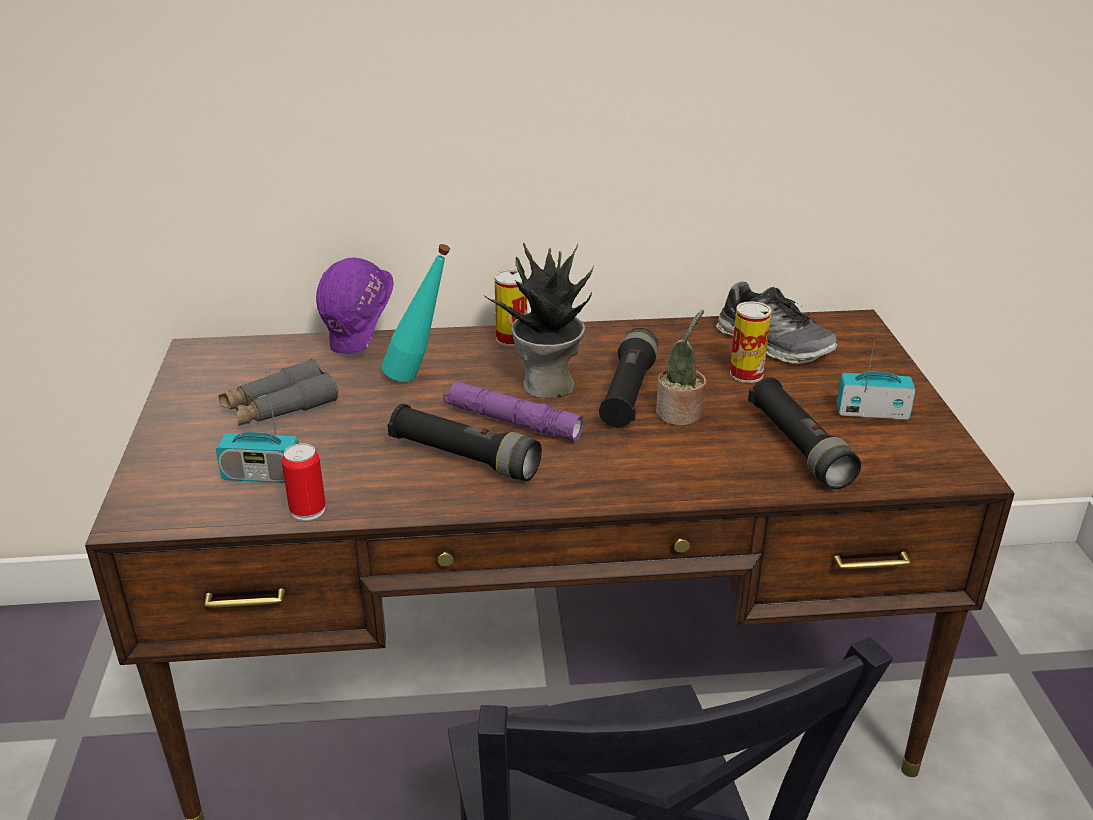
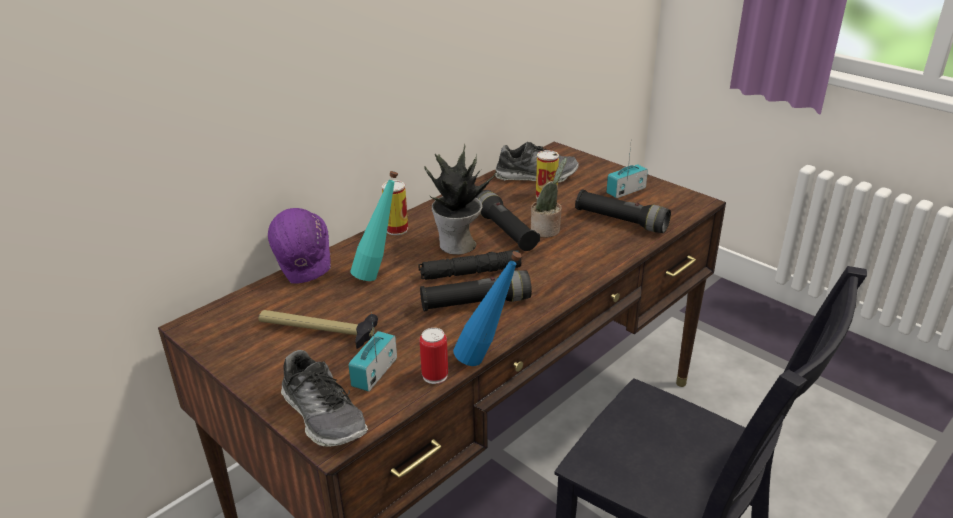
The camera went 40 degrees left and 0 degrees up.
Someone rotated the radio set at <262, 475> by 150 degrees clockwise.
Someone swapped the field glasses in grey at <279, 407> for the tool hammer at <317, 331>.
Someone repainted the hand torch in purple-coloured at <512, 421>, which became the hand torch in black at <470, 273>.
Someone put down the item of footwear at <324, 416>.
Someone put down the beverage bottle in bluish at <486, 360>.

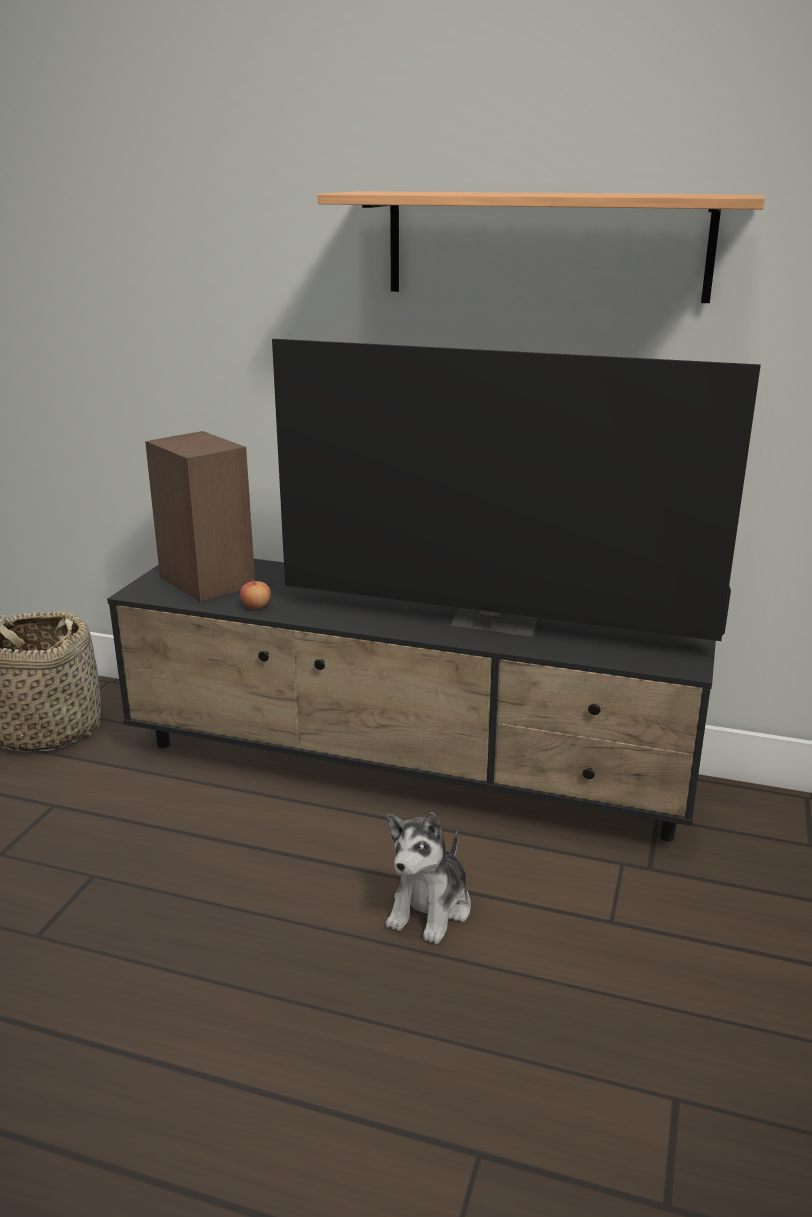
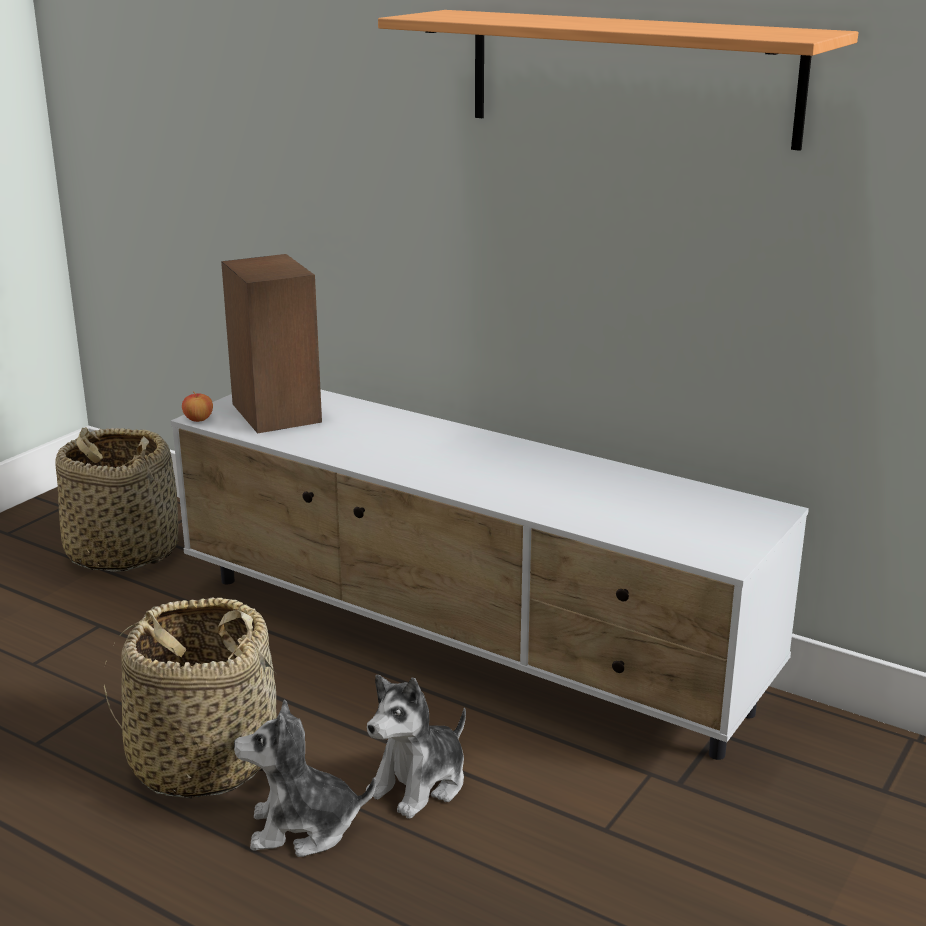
The camera went 15 degrees right and 0 degrees up.
Someone repainted the tv unit in black at <409, 772>, which became the tv unit in white-coloured at <466, 644>.
Someone carried the whole apple from <256, 606> to <198, 419>.
Someone took away the TV set at <498, 620>.
Someone put down the basket at <203, 760>.
Someone put down the soft toy at <303, 828>.

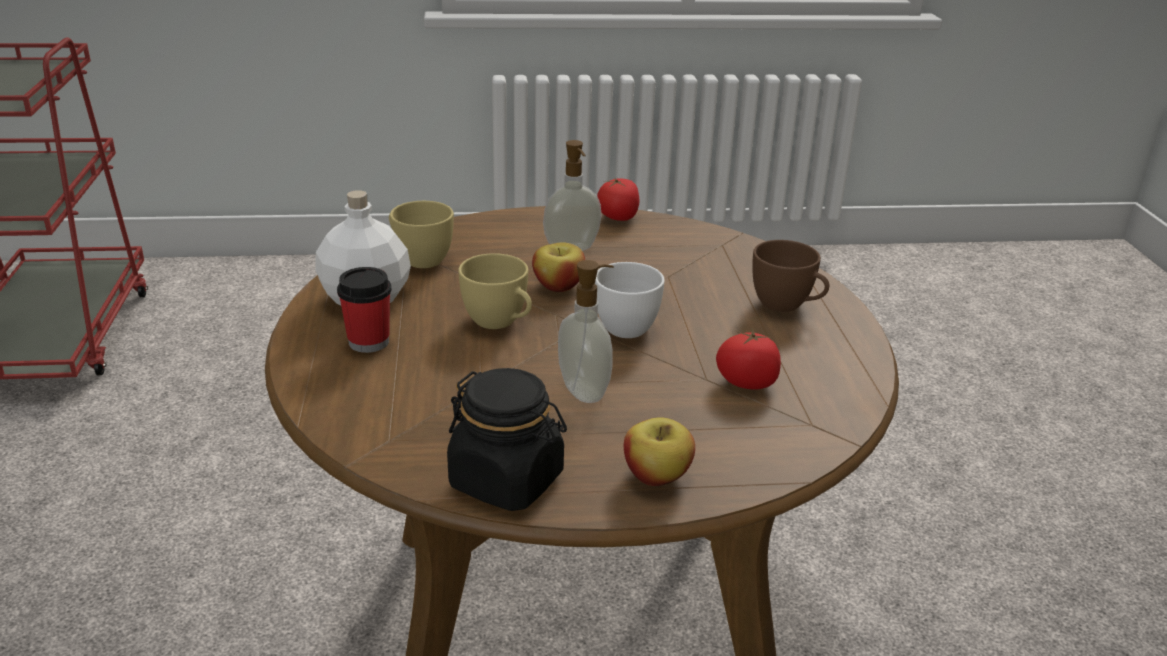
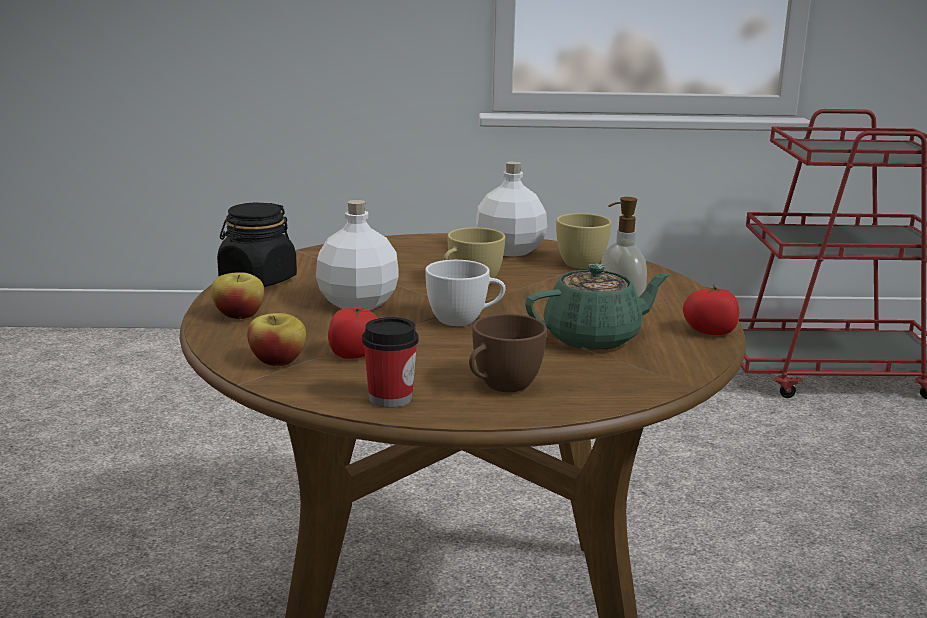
The camera went 95 degrees right and 10 degrees down.
Someone carried the cup from <369, 342> to <390, 398>.
Someone carried the whole apple from <558, 286> to <277, 361>.
Someone swapped the soap dispenser at <585, 391> for the beverage bottle in white-coloured at <359, 302>.
Someone put down the teapot in green-coloured at <594, 338>.

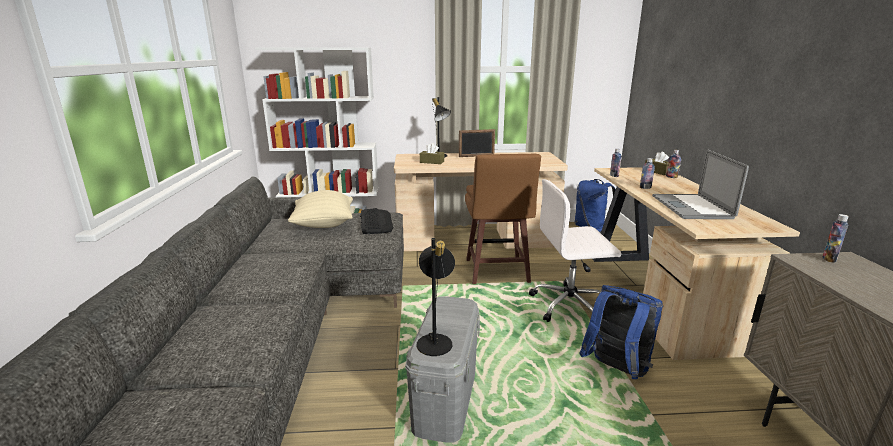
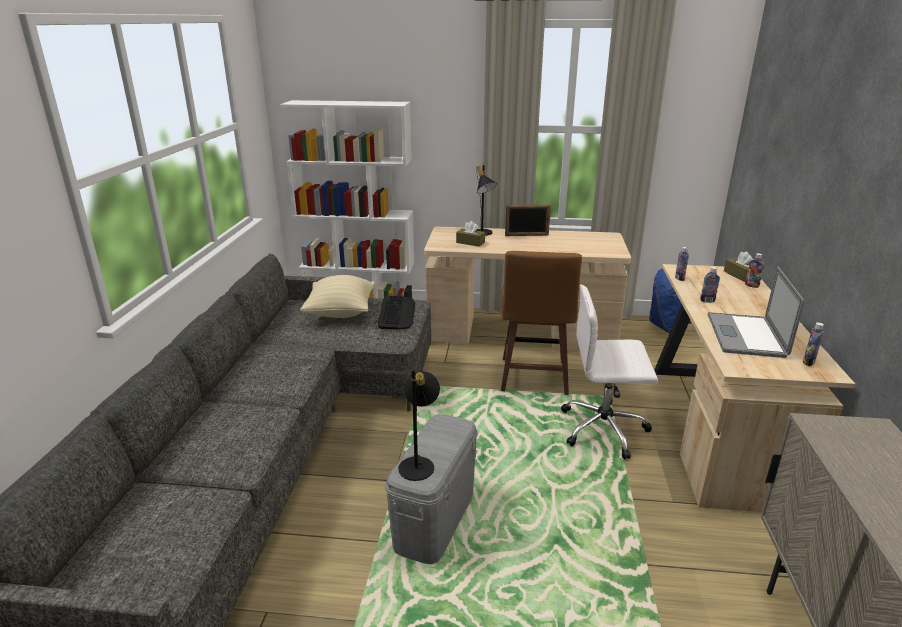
The camera went 10 degrees right and 5 degrees up.
Someone took away the backpack in bluish at <616, 370>.
Someone carried the beverage bottle from <829, 259> to <808, 362>.

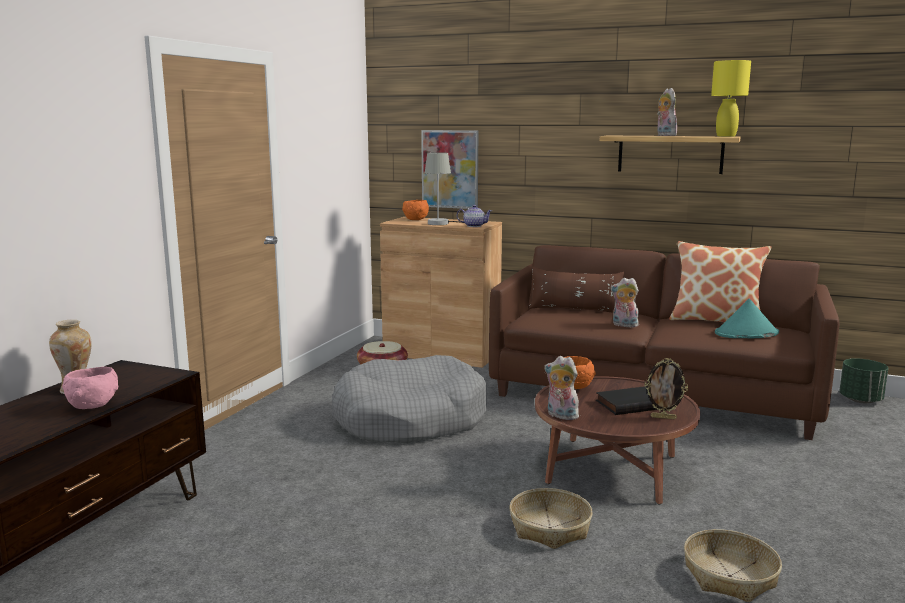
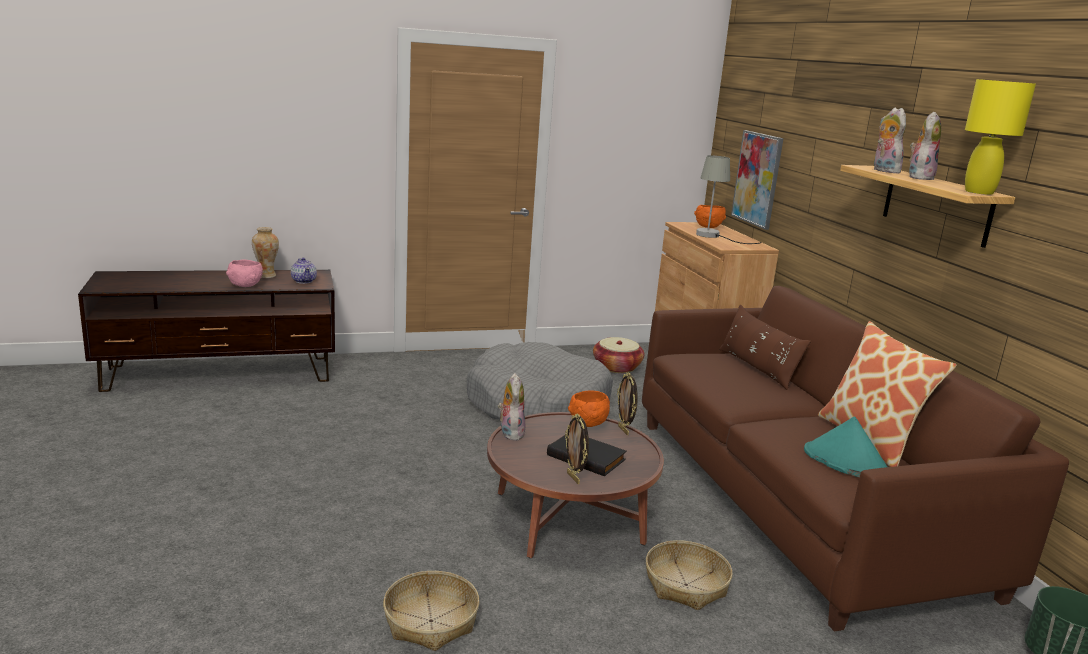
The camera went 50 degrees right and 5 degrees up.
Someone carried the teapot from <474, 226> to <304, 281>.
Someone carried the basket from <549, 528> to <685, 584>.
Someone carried the soft toy from <624, 325> to <883, 171>.
Someone put down the picture frame at <624, 430>.

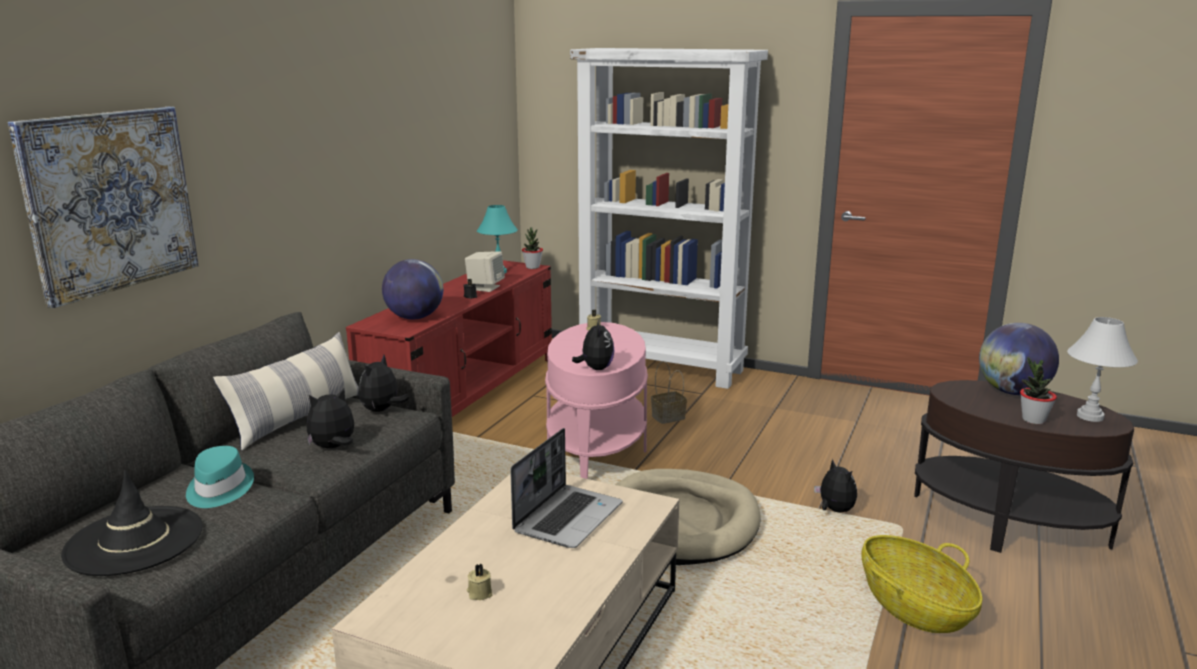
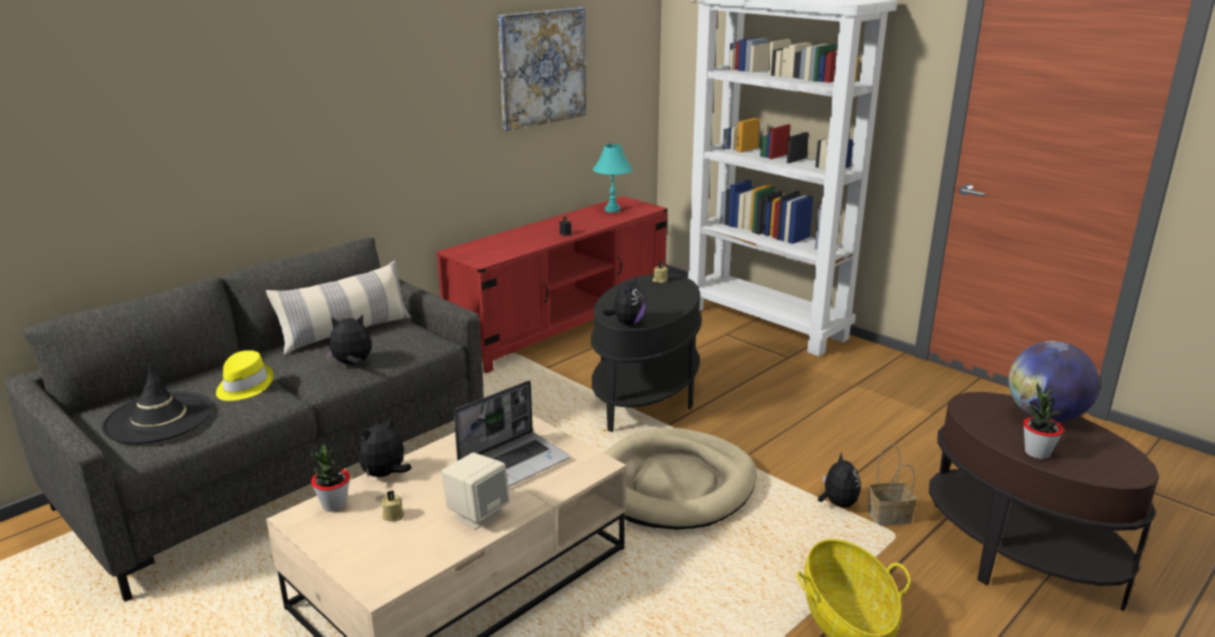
The camera went 20 degrees right and 5 degrees up.
Someone carried the picture from <110, 201> to <542, 67>.
Someone repainted the wearable hat in turquoise at <218, 489>, which became the wearable hat in yellowish at <244, 386>.
Someone carried the soft toy from <382, 410> to <385, 475>.
Someone took away the desk globe at <414, 317>.
Someone carried the audio speaker in beige from <485, 287> to <477, 514>.
Someone carried the potted plant from <532, 267> to <334, 505>.
Someone repainted the side table in pinkish at <596, 449>, which became the side table in black at <645, 397>.
Someone carried the basket from <669, 417> to <890, 515>.
Someone took away the table lamp in white-coloured at <1090, 416>.

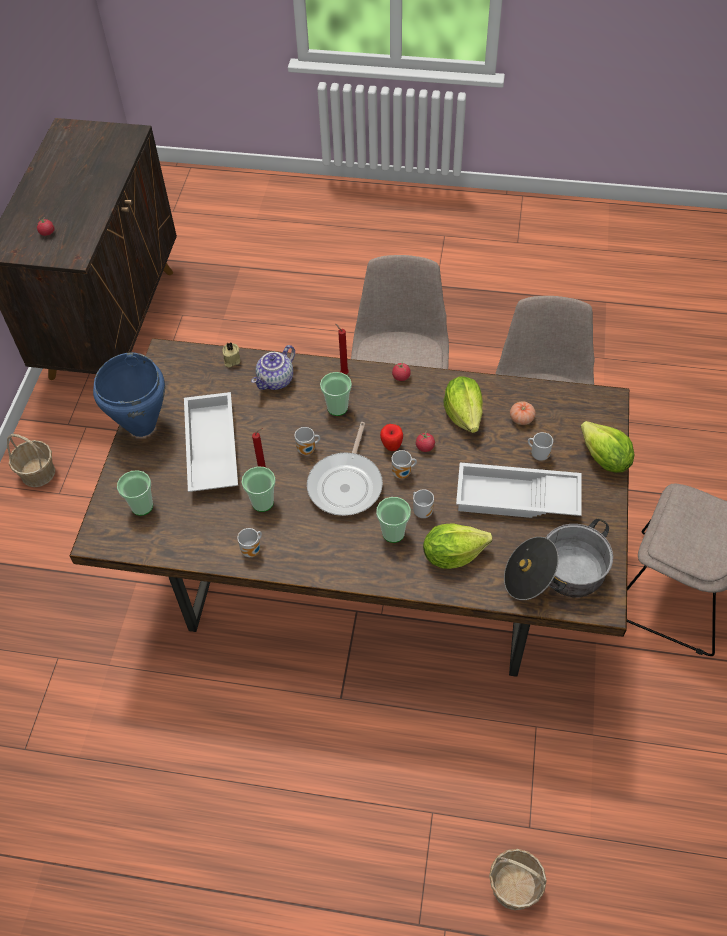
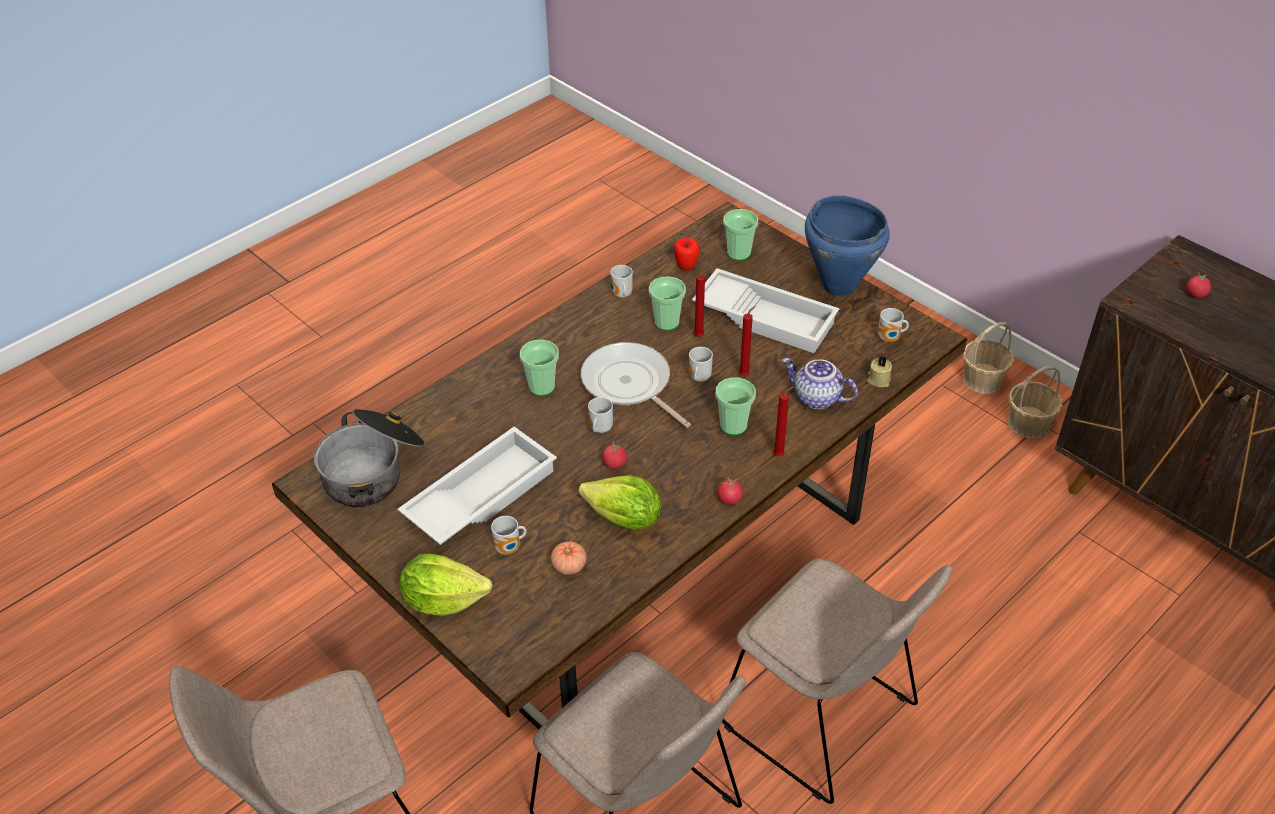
The camera went 125 degrees right and 10 degrees down.
Someone rotated the teapot at <276, 381> by 45 degrees counterclockwise.
Someone carried the whole apple from <391, 447> to <686, 266>.
Someone carried the mug from <422, 511> to <890, 339>.
Someone took away the lettuce head at <452, 555>.
Someone carried the basket from <514, 885> to <1029, 423>.
Someone put down the wax candle in reddish at <745, 375>.

